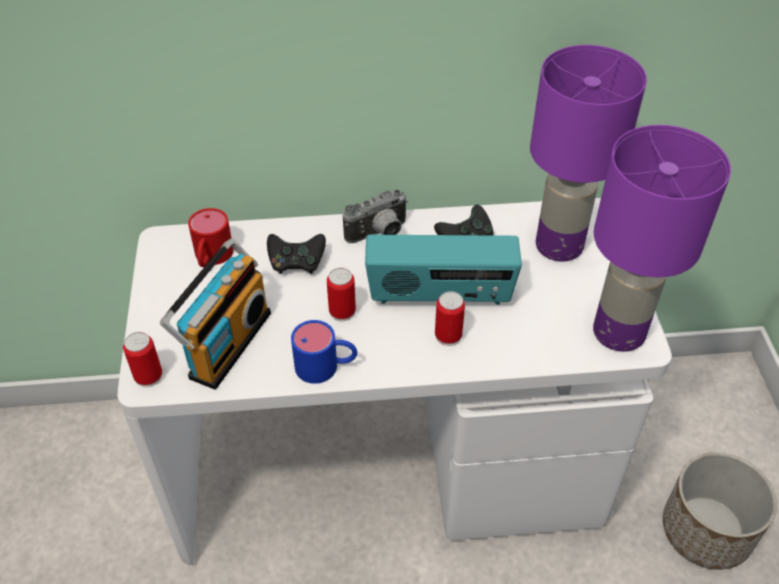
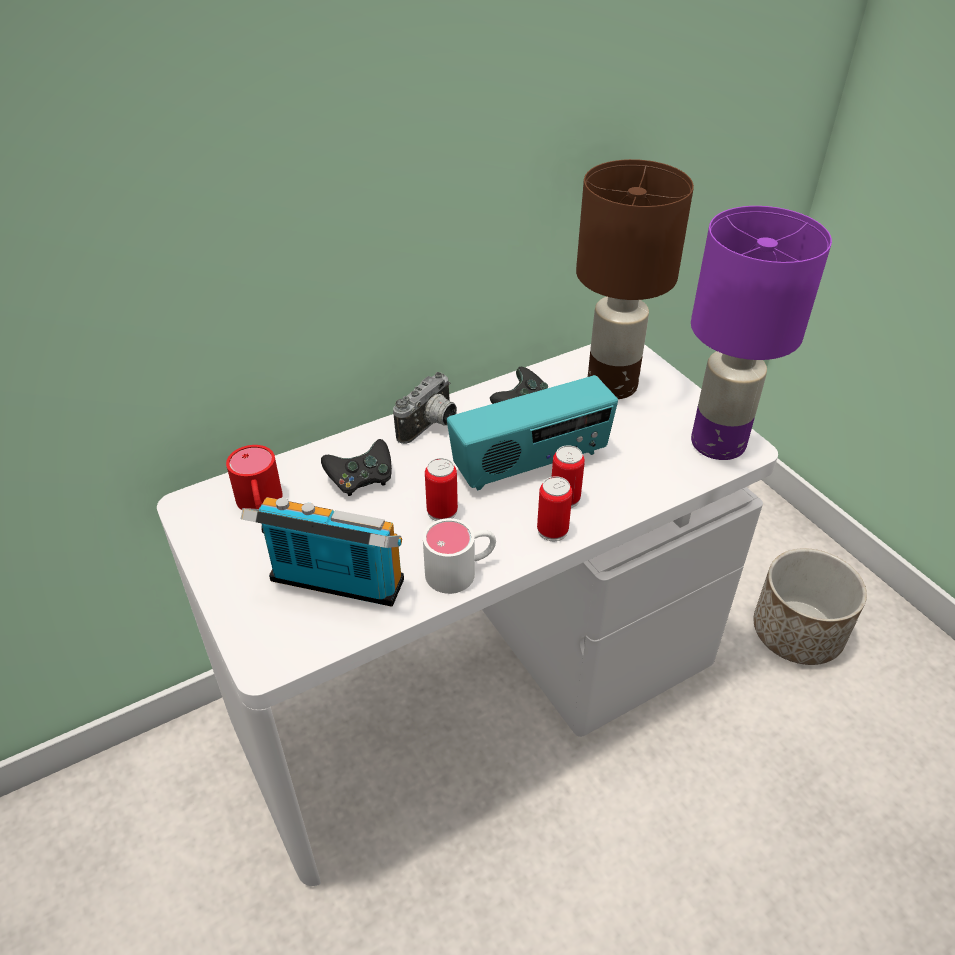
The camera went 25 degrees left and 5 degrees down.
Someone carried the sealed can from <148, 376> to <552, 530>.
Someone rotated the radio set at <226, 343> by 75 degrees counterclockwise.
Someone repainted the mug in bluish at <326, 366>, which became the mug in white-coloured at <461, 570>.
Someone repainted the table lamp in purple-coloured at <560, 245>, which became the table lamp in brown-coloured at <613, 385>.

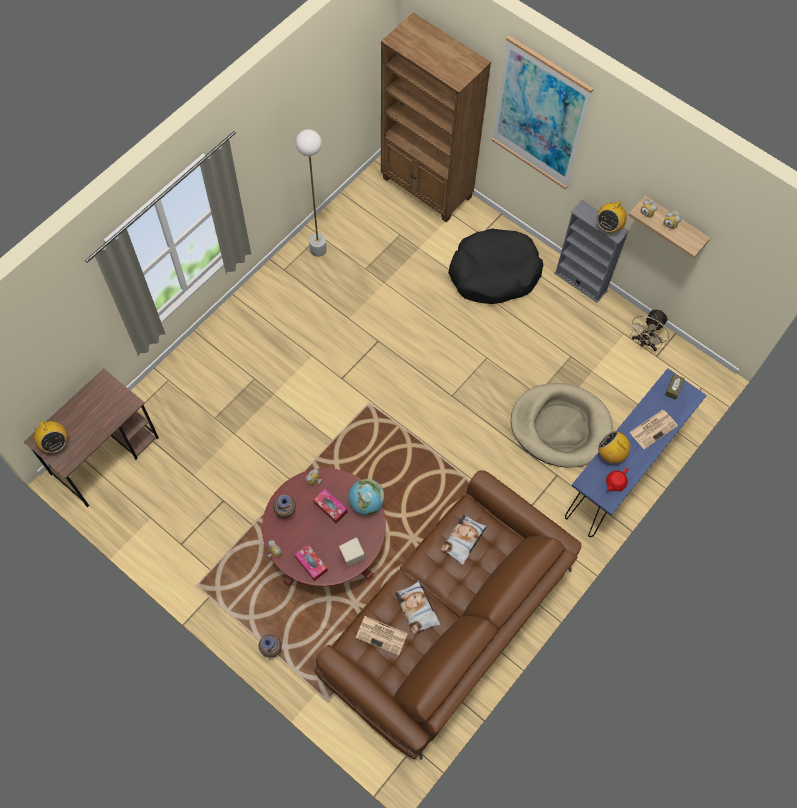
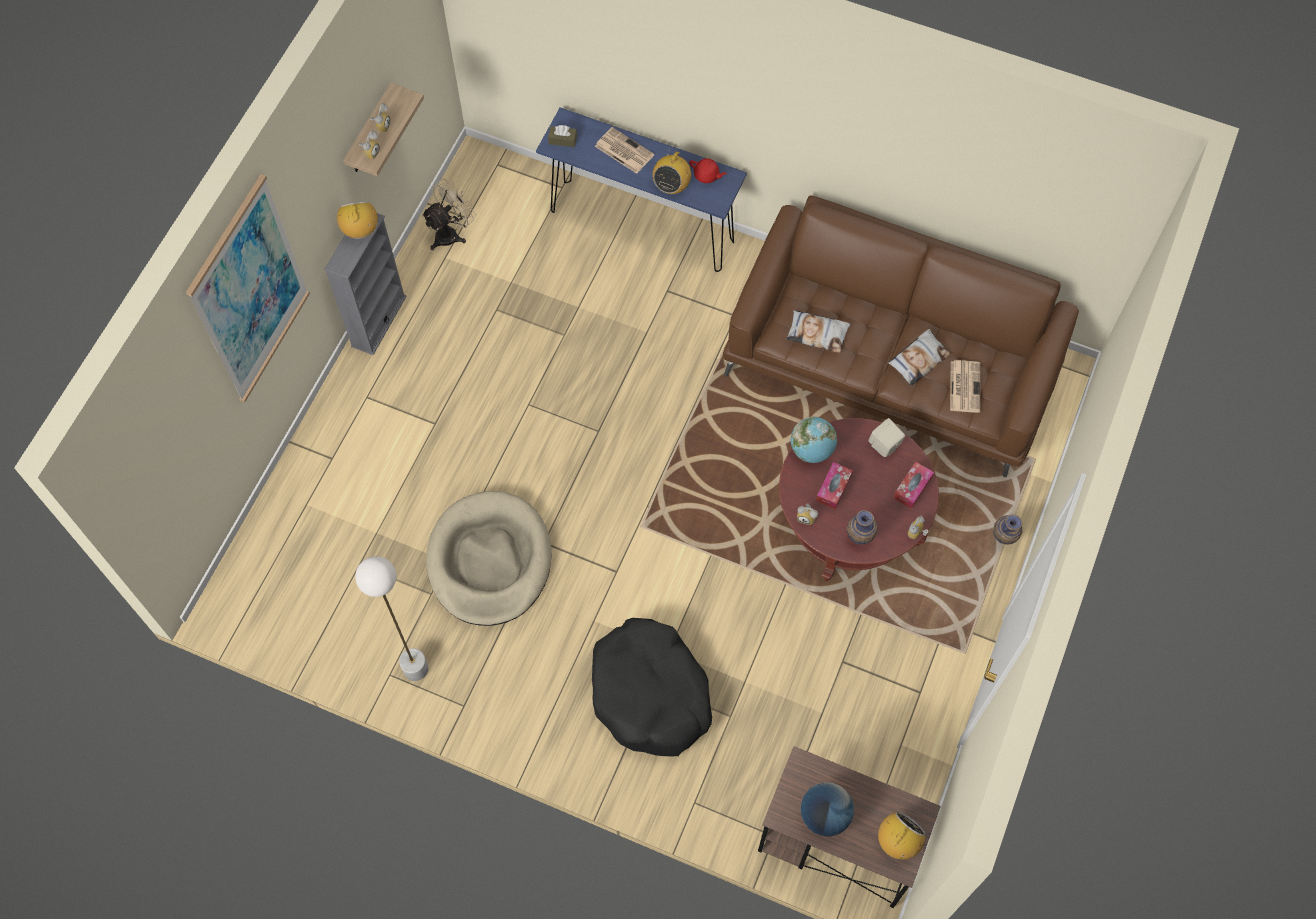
The camera went 105 degrees left and 0 degrees up.
Someone took away the bookshelf in brown-coloured at <427, 188>.
Someone carried the pet bed in black from <493, 273> to <650, 694>.
Someone carried the pet bed in beige from <560, 427> to <489, 561>.
Someone rotated the radio set at <608, 226> by 120 degrees counterclockwise.
Someone rotated the cooling fan in beige at <644, 342> by 60 degrees counterclockwise.
Someone put down the desk globe at <824, 815>.

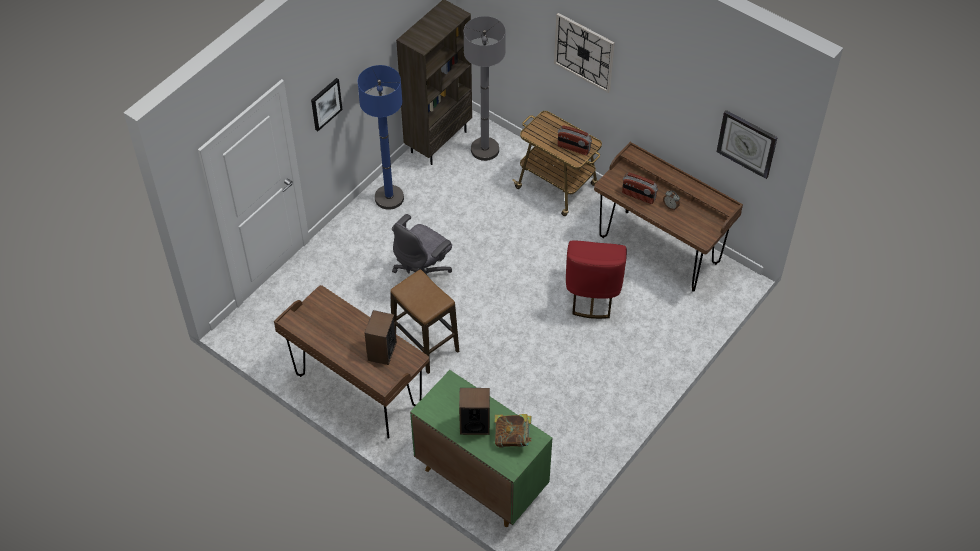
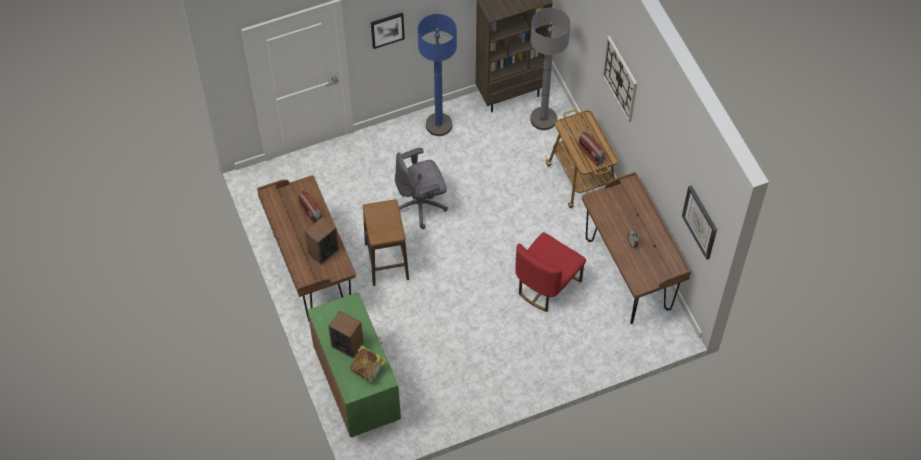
The camera went 30 degrees right and 5 degrees up.
Someone carried the radio set from <638, 196> to <311, 214>.

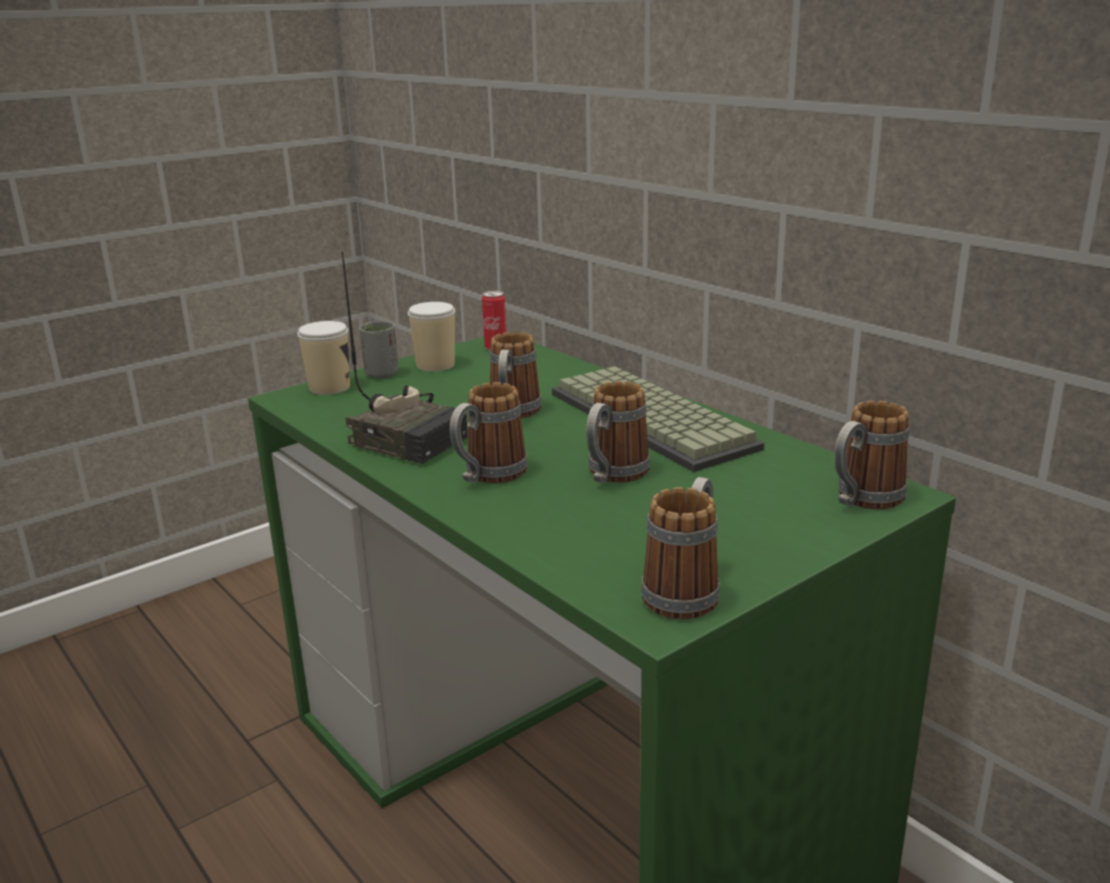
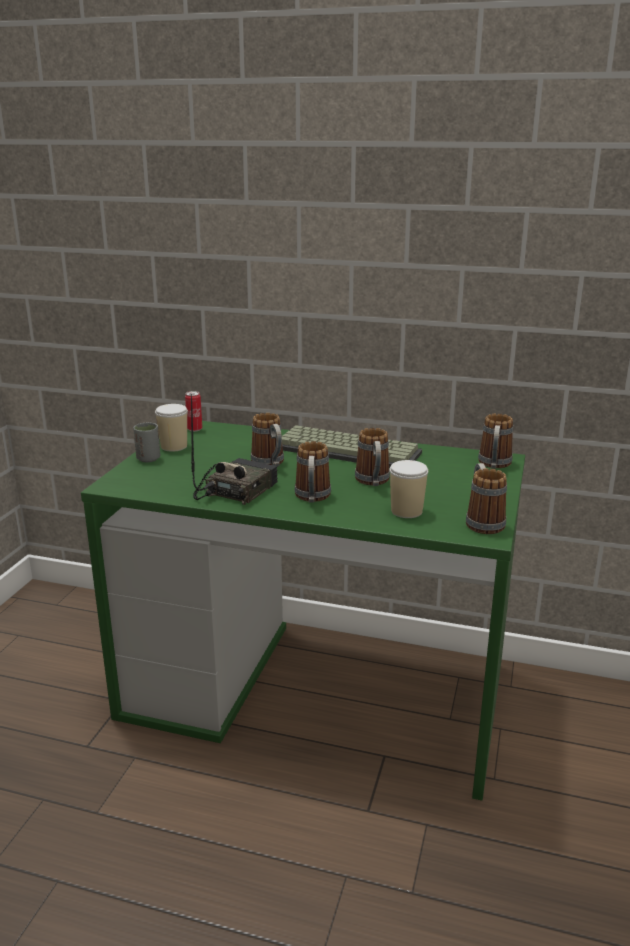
The camera went 35 degrees left and 0 degrees up.
Someone carried the cup from <329, 387> to <406, 511>.
Someone rotated the radio set at <410, 439> by 60 degrees counterclockwise.

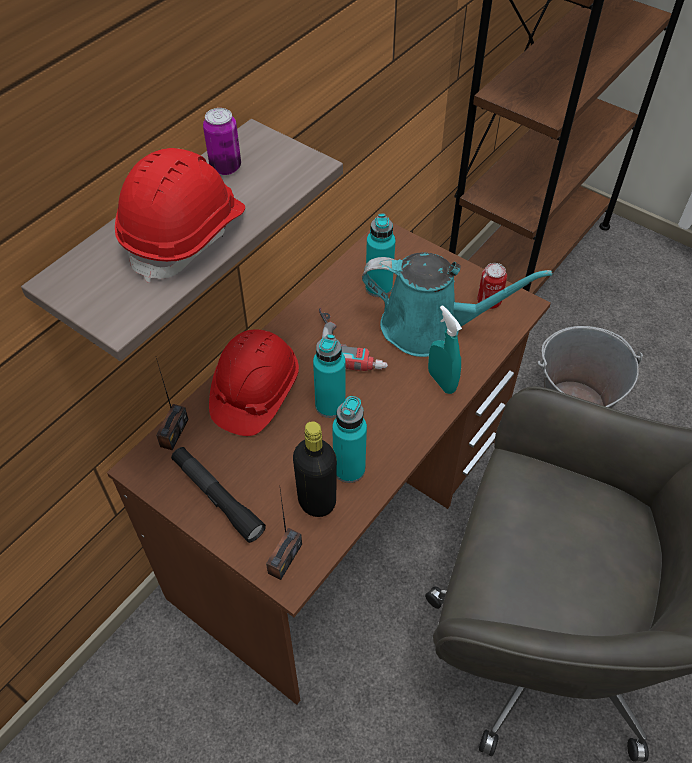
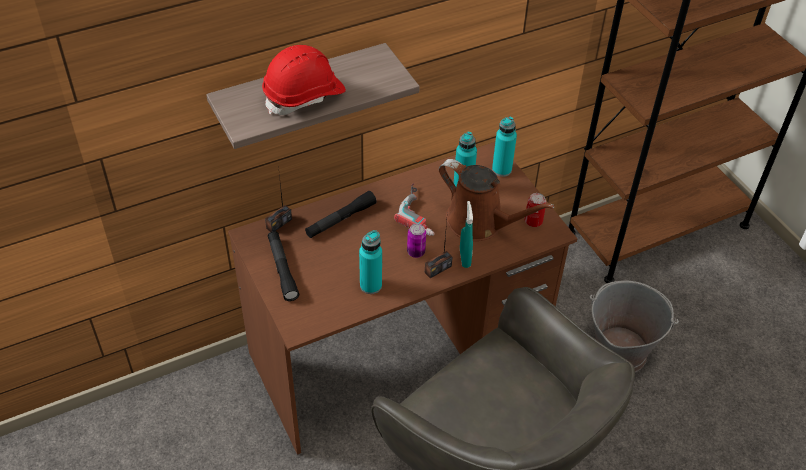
The camera went 25 degrees right and 5 degrees down.
Someone carried the sealed can from <225, 167> to <416, 252>.
Someone swapped the safety helmet in reddish at <254, 393> for the hand torch in black at <341, 220>.
Someone carried the radio set from <284, 558> to <438, 269>.
Someone took away the beverage bottle in black at <317, 501>.
Someone carried the beverage bottle in turquoise from <330, 405> to <501, 169>.
Someone repainted the watering can in turquoise at <429, 327>, which became the watering can in brown-coloured at <480, 223>.

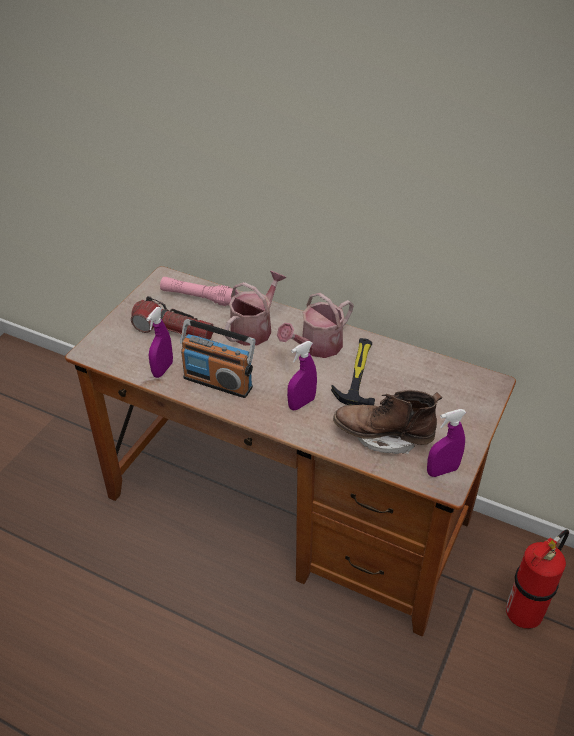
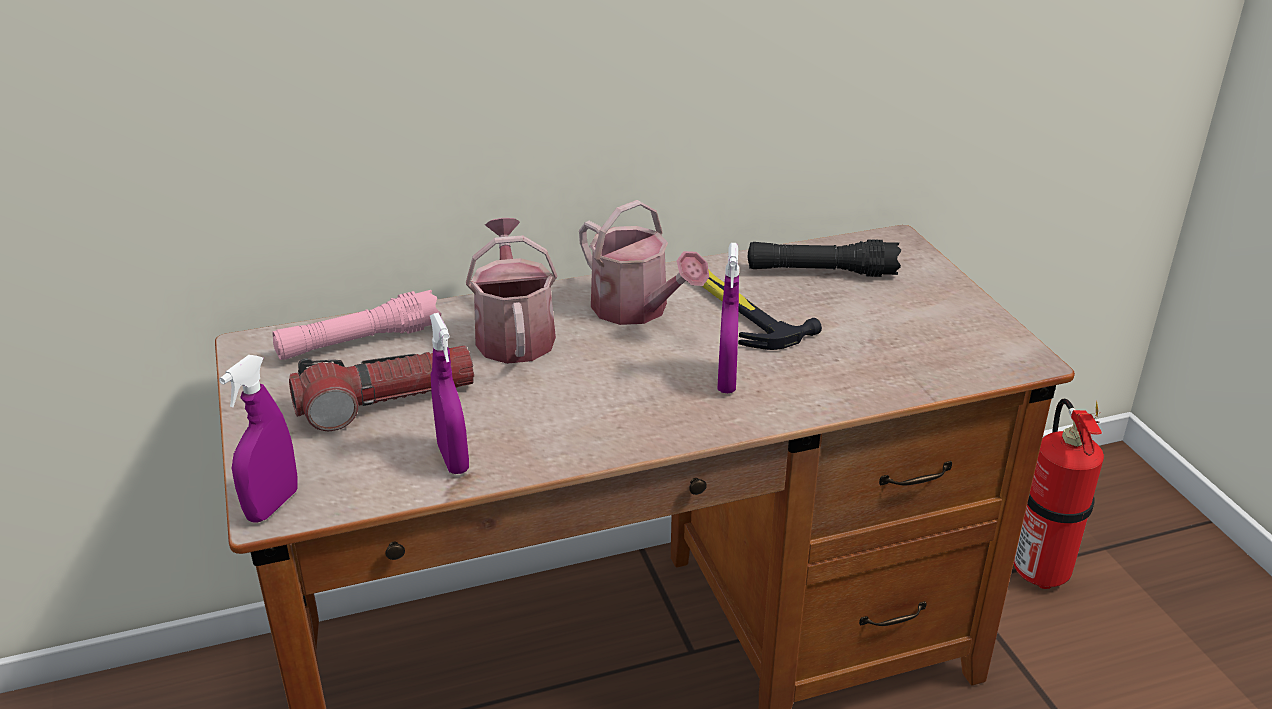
The camera went 45 degrees left and 10 degrees down.
Someone took away the radio set at <218, 382>.
Someone rotated the watering can at <317, 347> by 45 degrees counterclockwise.
Someone took away the tall boot in brown-coloured at <383, 436>.
Someone carried the spray bottle in purple-coloured from <442, 471> to <272, 505>.
Someone put down the hand torch in black at <821, 272>.

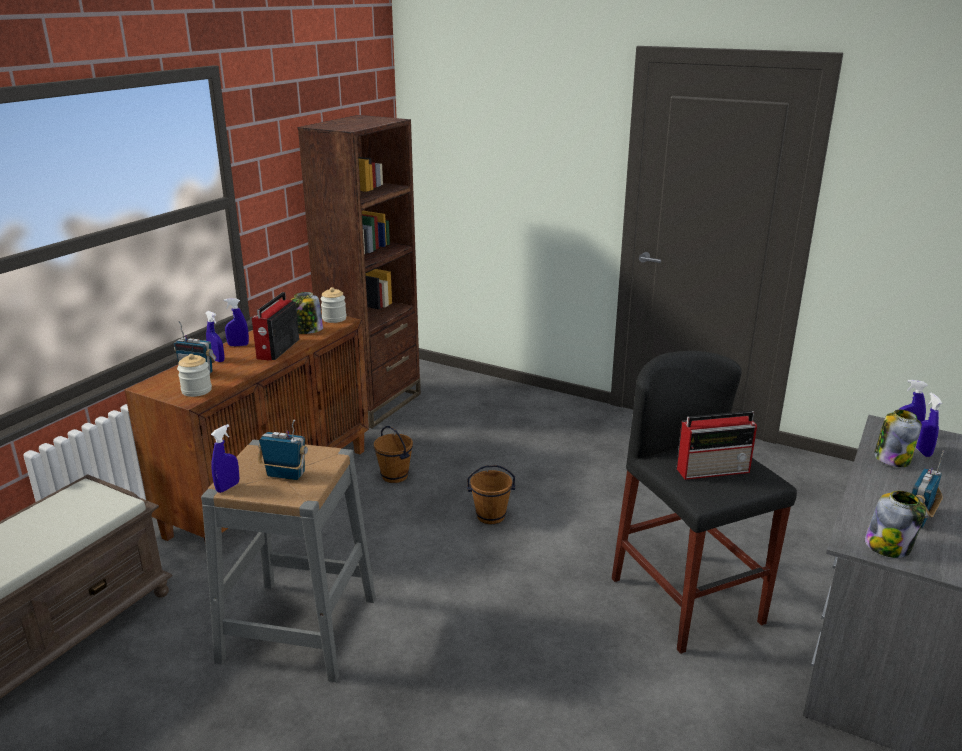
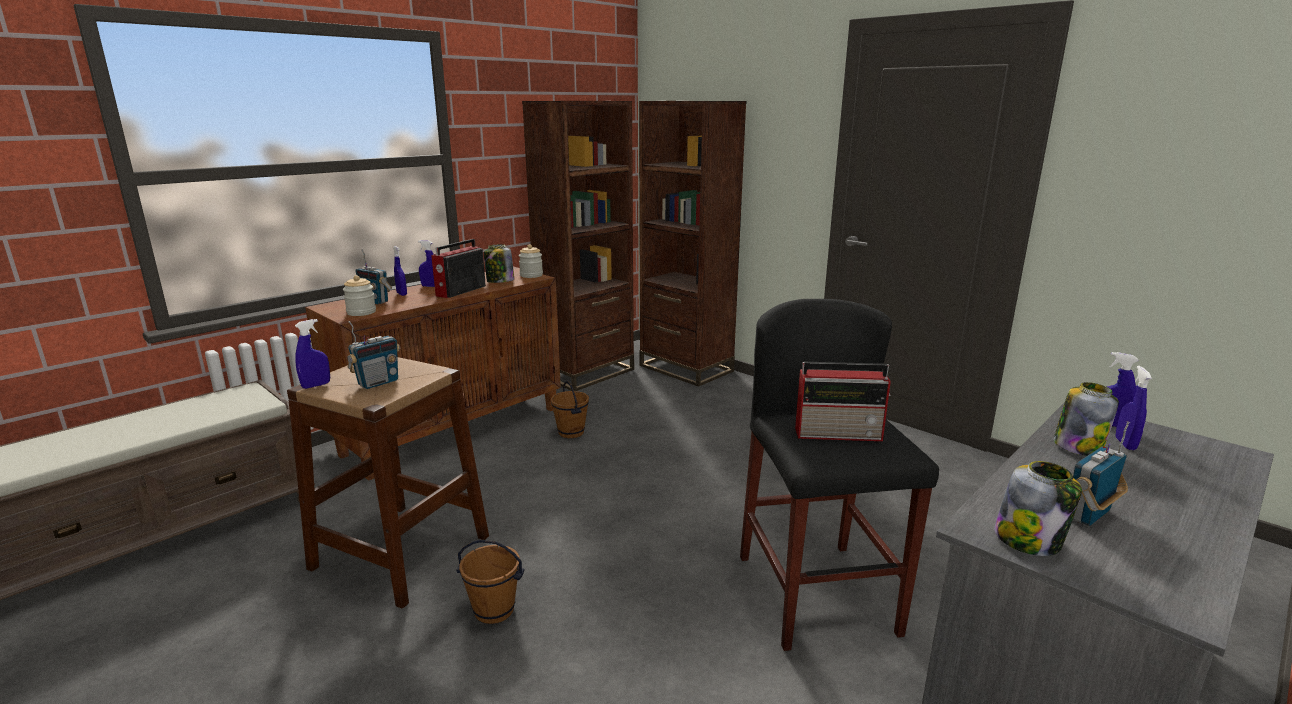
The camera went 15 degrees right and 5 degrees down.
Someone repainted the sitting stool in grey at <298, 629>, which became the sitting stool in brown-coloured at <400, 552>.
Someone rotated the radio set at <285, 475> by 105 degrees clockwise.
Someone carried the water bucket in brown-coloured from <491, 517> to <493, 611>.
Someone put down the bookshelf in brown-coloured at <686, 368>.

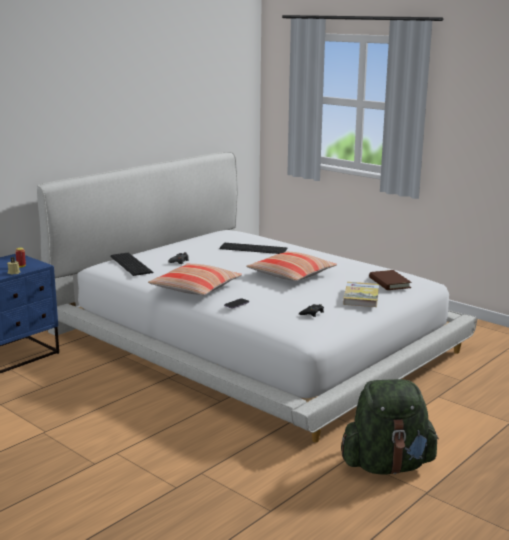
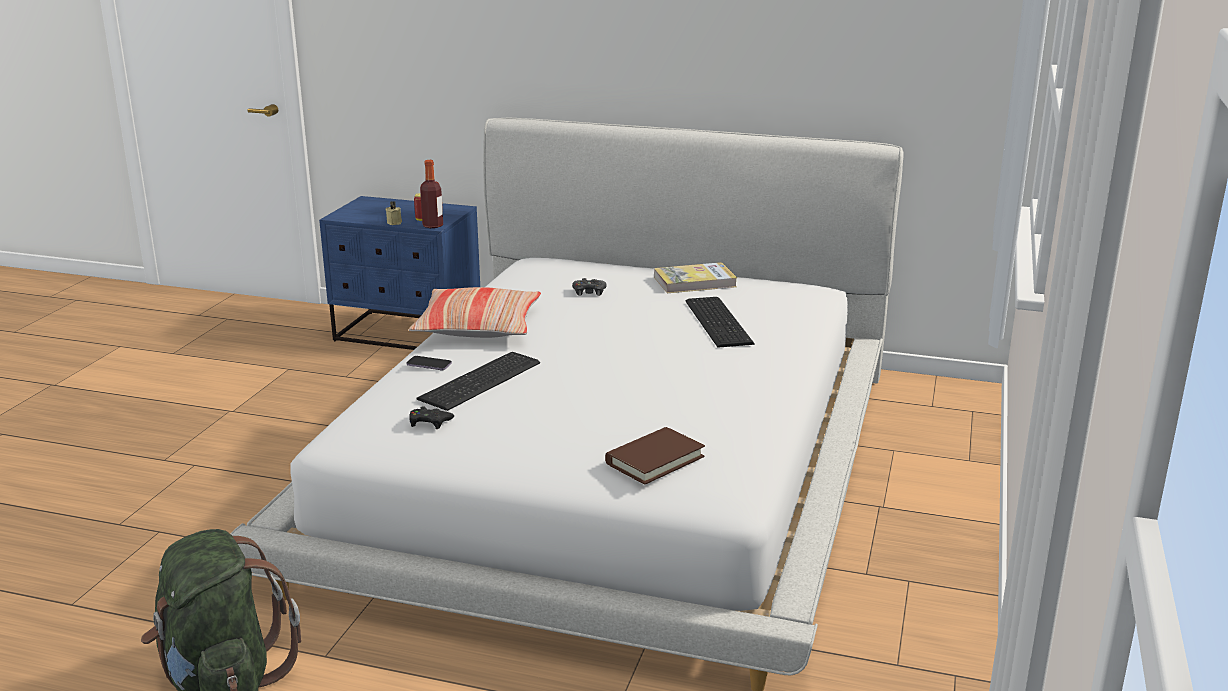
The camera went 65 degrees right and 5 degrees up.
Someone carried the computer keyboard from <132, 264> to <483, 381>.
Someone took away the pillow at <291, 275>.
Someone carried the book from <361, 297> to <694, 282>.
Someone put down the beverage bottle at <433, 225>.

